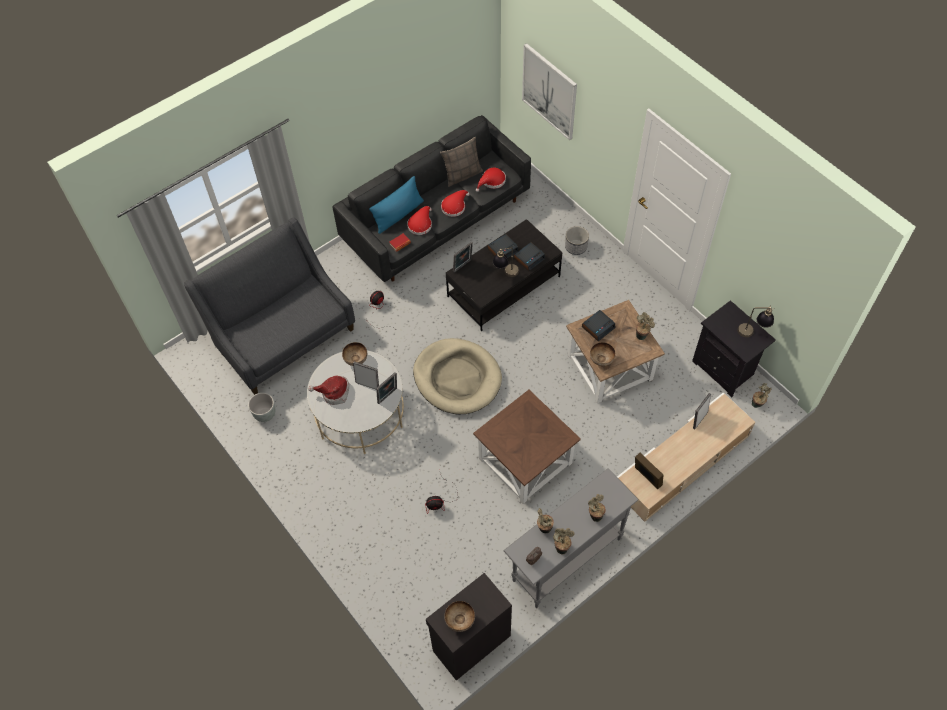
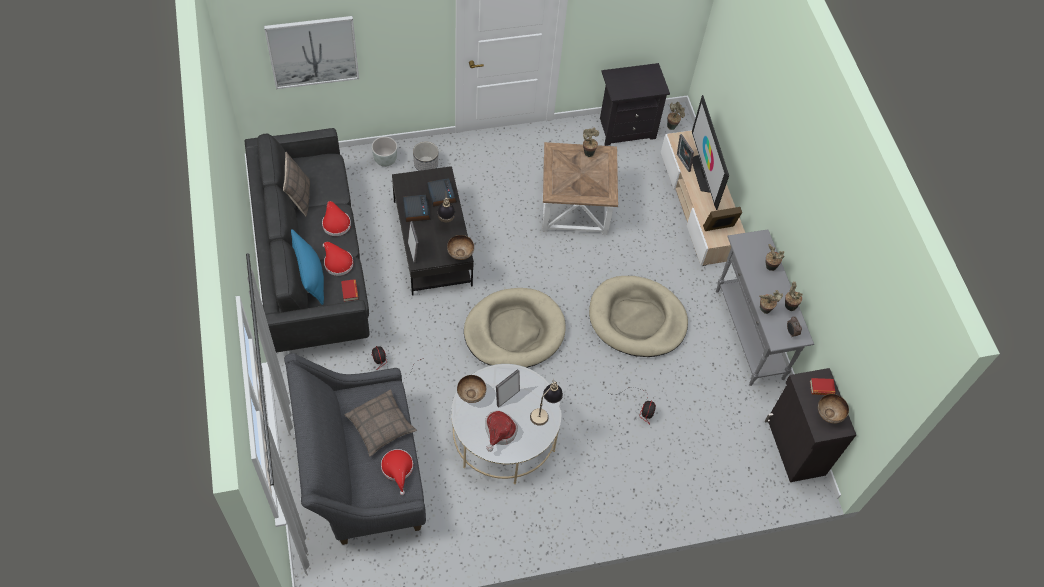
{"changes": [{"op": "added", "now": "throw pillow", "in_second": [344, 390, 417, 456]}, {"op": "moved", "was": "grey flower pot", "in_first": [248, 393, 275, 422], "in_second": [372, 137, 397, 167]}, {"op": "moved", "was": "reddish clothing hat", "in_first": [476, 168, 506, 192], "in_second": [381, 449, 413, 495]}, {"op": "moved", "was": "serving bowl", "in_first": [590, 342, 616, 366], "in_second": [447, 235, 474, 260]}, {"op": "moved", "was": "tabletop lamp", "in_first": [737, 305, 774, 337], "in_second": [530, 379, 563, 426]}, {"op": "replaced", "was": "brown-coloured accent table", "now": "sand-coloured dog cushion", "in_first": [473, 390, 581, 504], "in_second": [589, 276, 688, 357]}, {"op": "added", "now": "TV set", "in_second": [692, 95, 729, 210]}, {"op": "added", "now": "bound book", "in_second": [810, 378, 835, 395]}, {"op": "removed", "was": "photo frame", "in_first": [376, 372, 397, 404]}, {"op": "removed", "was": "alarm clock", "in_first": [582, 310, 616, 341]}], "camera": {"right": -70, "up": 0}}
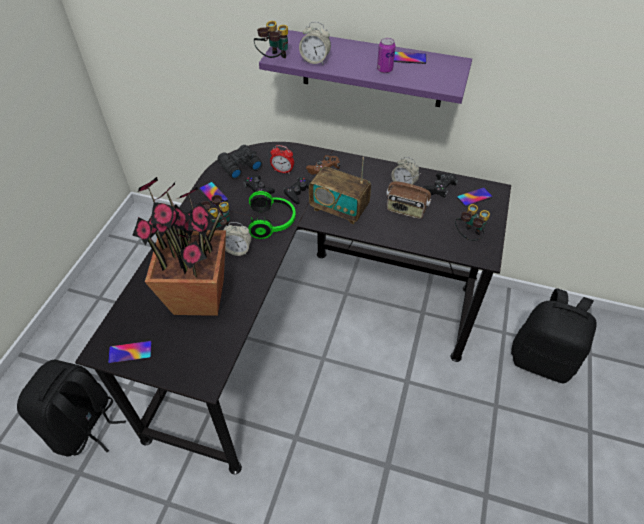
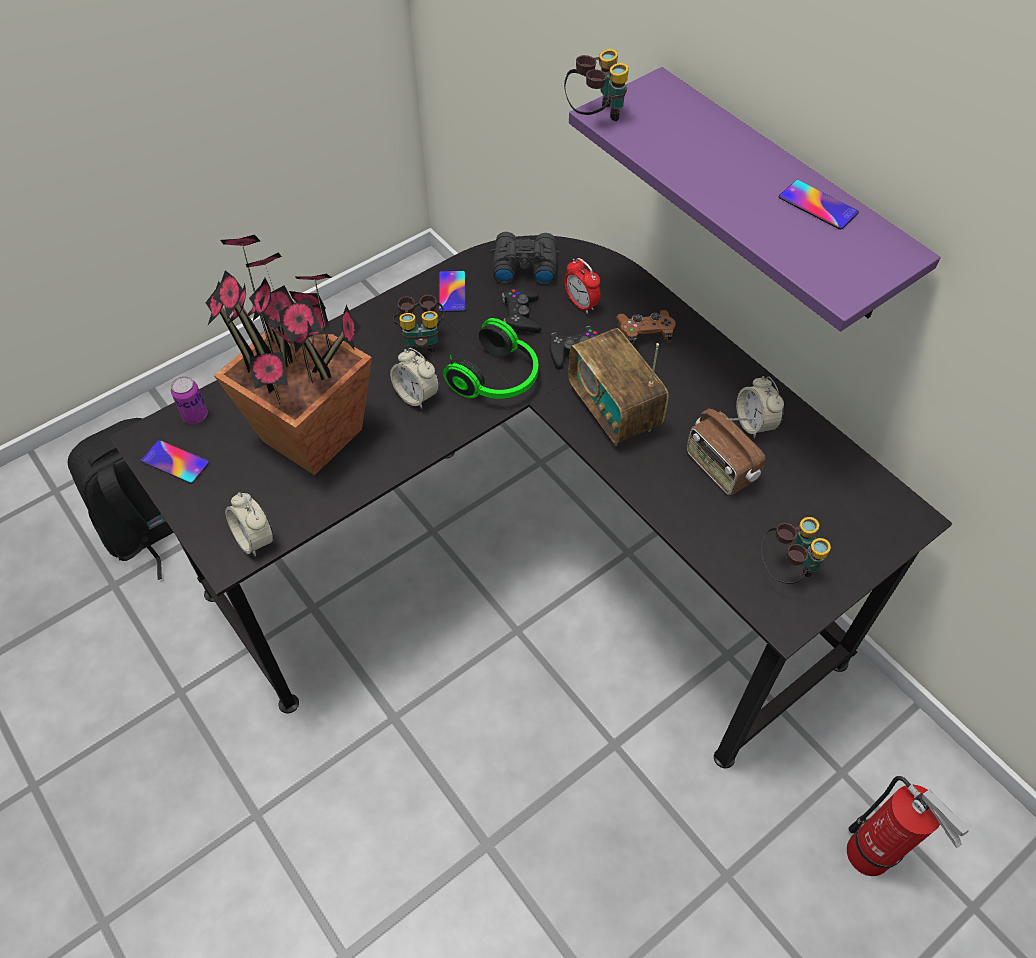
{"changes": [{"op": "moved", "was": "metal can", "in_first": [377, 38, 396, 73], "in_second": [171, 376, 208, 424]}, {"op": "moved", "was": "alarm clock", "in_first": [299, 22, 331, 65], "in_second": [225, 492, 274, 557]}, {"op": "replaced", "was": "black rucksack", "now": "fire-fighting cylinder", "in_first": [511, 288, 597, 383], "in_second": [847, 776, 969, 876]}, {"op": "removed", "was": "black game controller", "in_first": [424, 173, 458, 198]}, {"op": "removed", "was": "phone", "in_first": [457, 187, 493, 207]}], "camera": {"right": 35, "up": 5}}
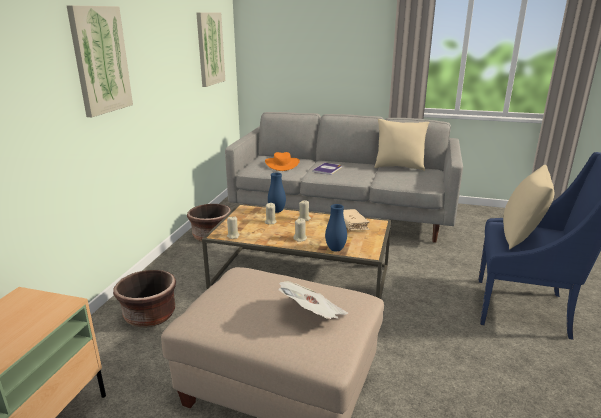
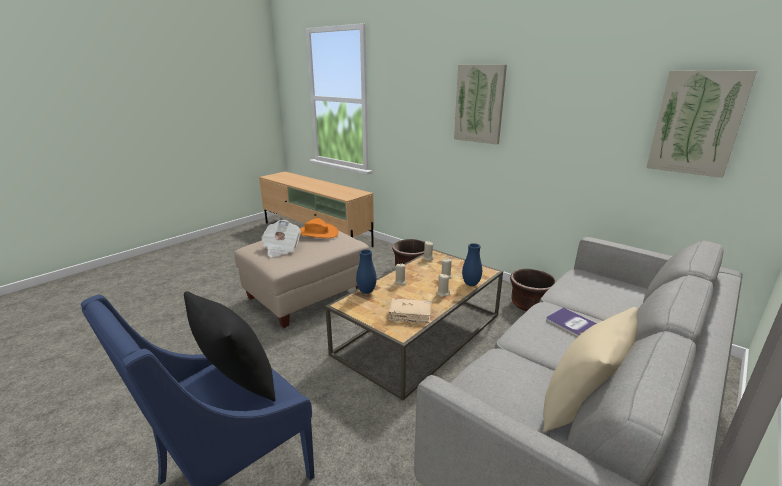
{"changes": [{"op": "recoloured", "was": "sand-coloured throw pillow", "now": "black throw pillow", "in_first": [503, 165, 554, 250], "in_second": [184, 291, 276, 402]}, {"op": "moved", "was": "orange clothing hat", "in_first": [265, 152, 300, 171], "in_second": [300, 218, 339, 238]}], "camera": {"right": 115, "up": 0}}
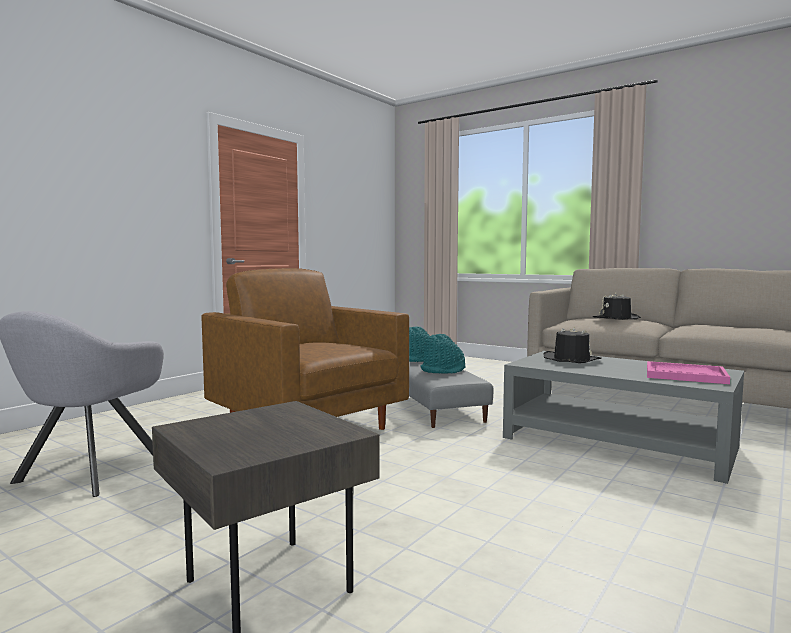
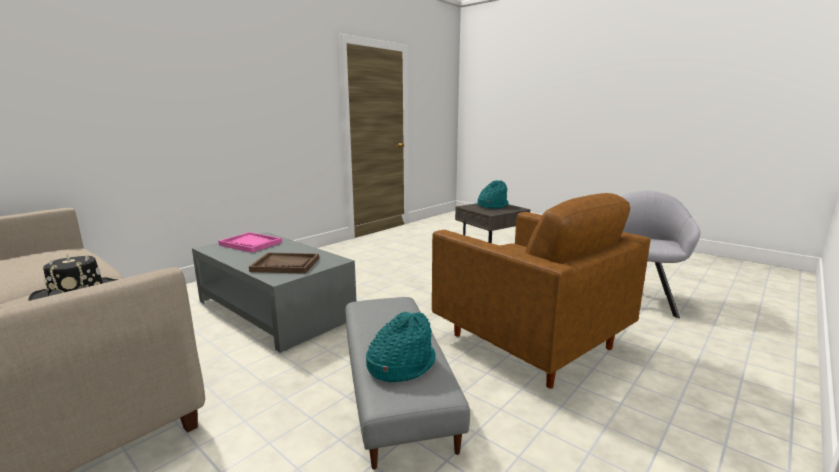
{"changes": [{"op": "replaced", "was": "black clothing hat", "now": "brown-coloured tray", "in_first": [543, 327, 602, 363], "in_second": [249, 252, 319, 274]}, {"op": "moved", "was": "blue-green clothing hat", "in_first": [421, 334, 465, 374], "in_second": [477, 180, 509, 209]}], "camera": {"right": -175, "up": 10}}
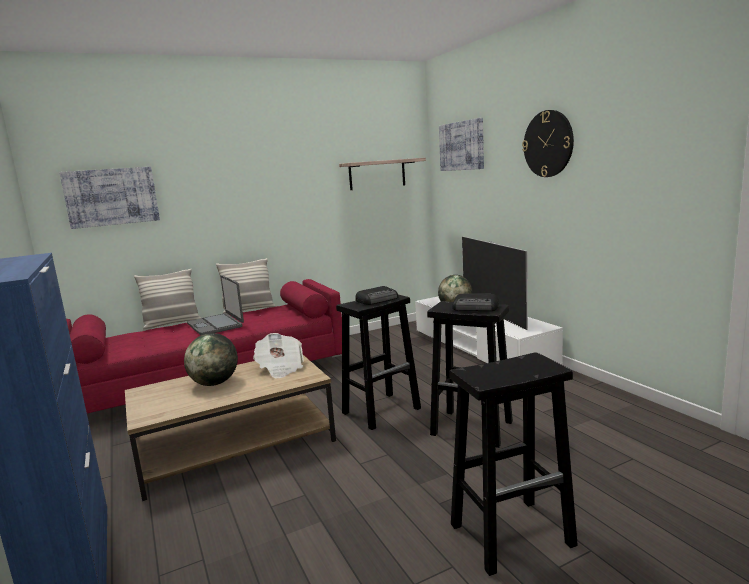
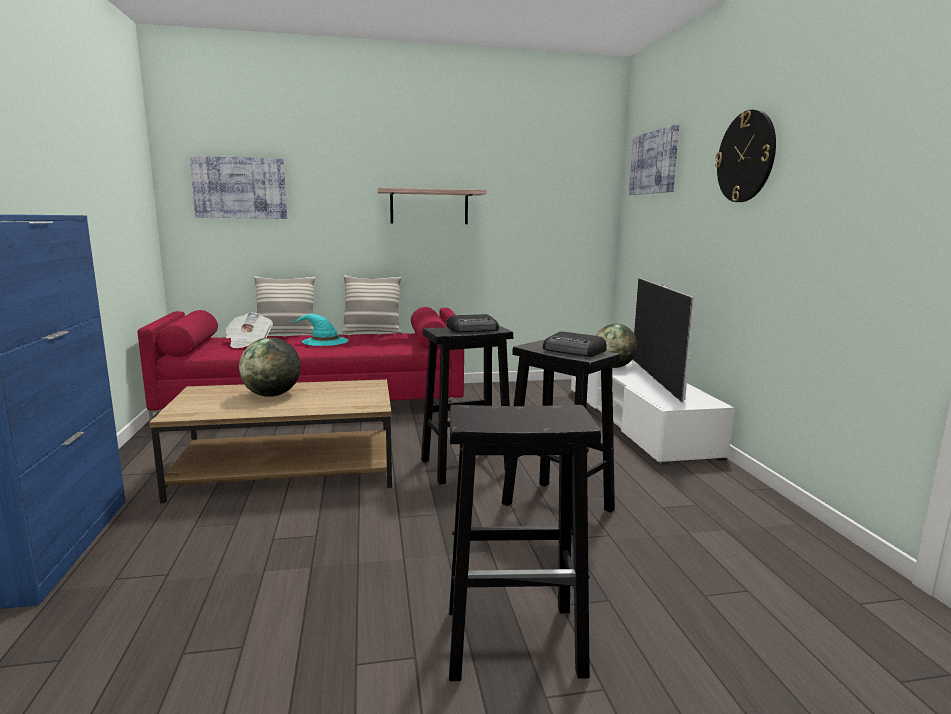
{"changes": [{"op": "moved", "was": "newspaper", "in_first": [253, 333, 304, 379], "in_second": [225, 313, 273, 348]}, {"op": "replaced", "was": "laptop", "now": "blue-green clothing hat", "in_first": [187, 275, 244, 335], "in_second": [290, 314, 348, 346]}, {"op": "moved", "was": "bracket shelf", "in_first": [339, 158, 426, 190], "in_second": [377, 188, 486, 224]}], "camera": {"right": 15, "up": 0}}
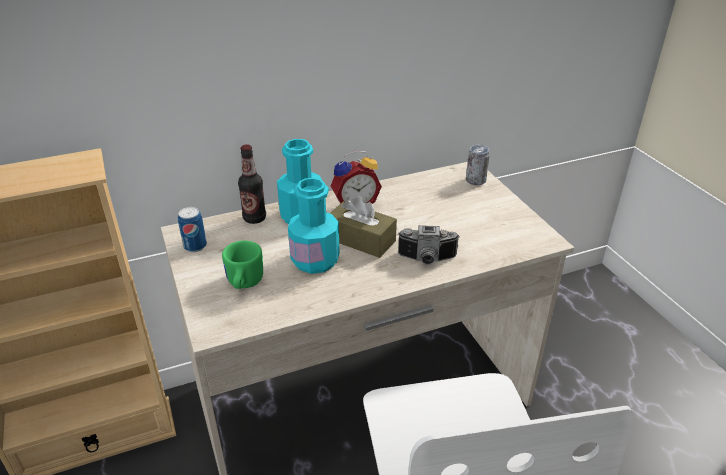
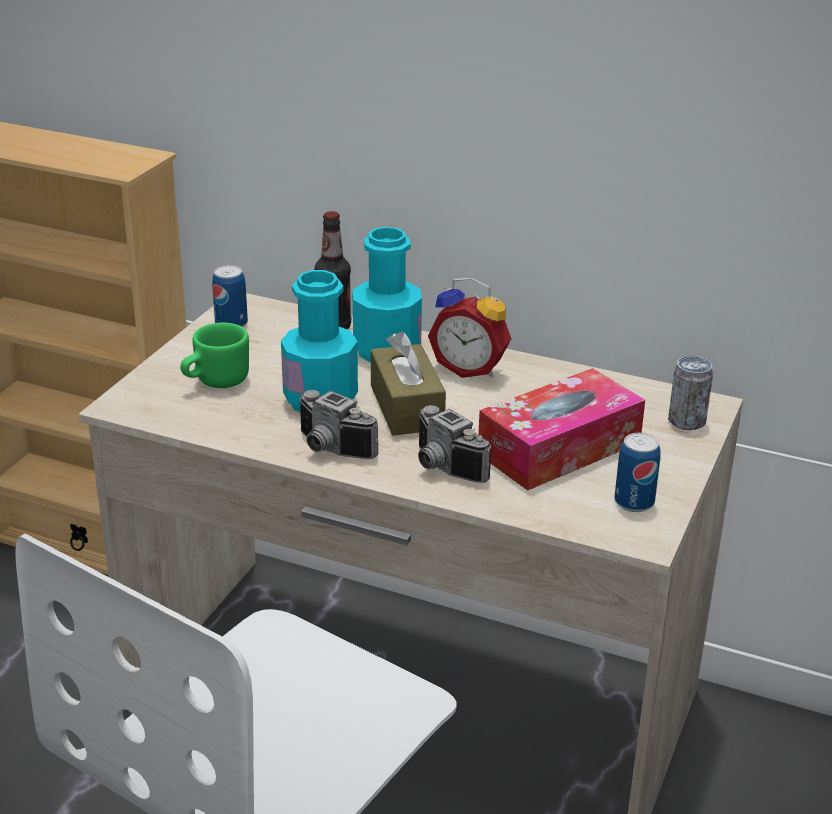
{"changes": [{"op": "added", "now": "still camera", "in_second": [300, 390, 378, 459]}, {"op": "added", "now": "tissue holder", "in_second": [478, 368, 645, 491]}, {"op": "added", "now": "metal can", "in_second": [615, 433, 661, 512]}], "camera": {"right": 45, "up": -5}}
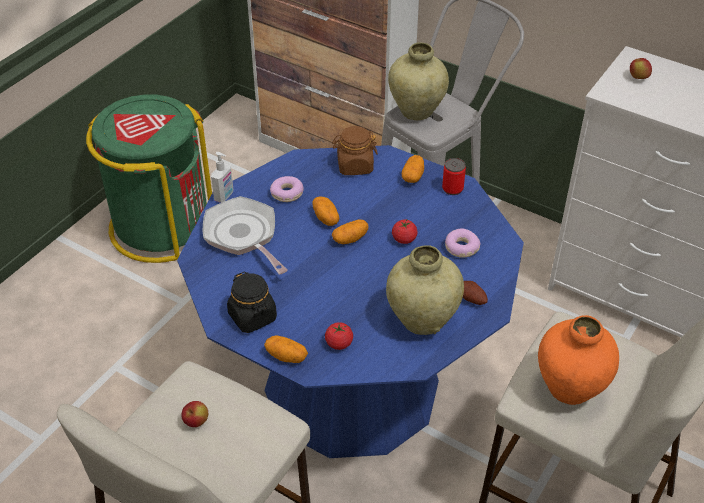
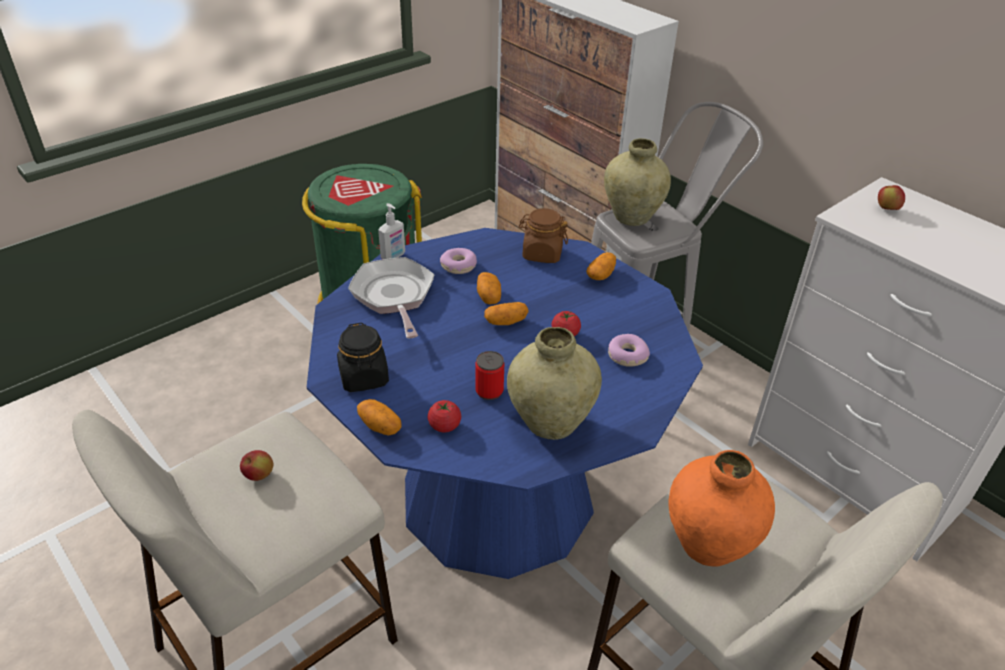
{"changes": [{"op": "moved", "was": "metal can", "in_first": [442, 158, 466, 195], "in_second": [475, 351, 504, 400]}, {"op": "removed", "was": "whole potato", "in_first": [463, 281, 488, 305]}], "camera": {"right": 15, "up": -5}}
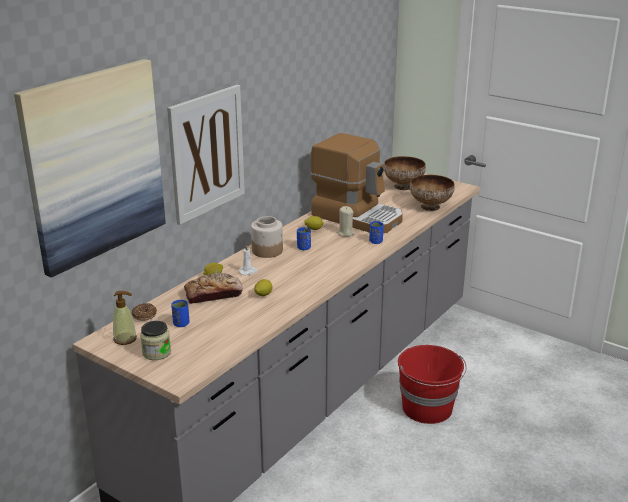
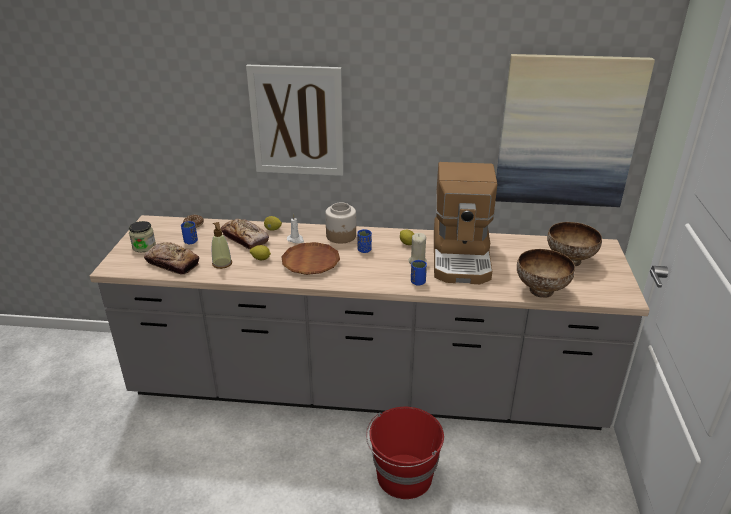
{"changes": [{"op": "added", "now": "baked bread", "in_second": [144, 242, 199, 274]}, {"op": "moved", "was": "soap bottle", "in_first": [113, 291, 137, 345], "in_second": [212, 222, 232, 269]}, {"op": "added", "now": "brown-coloured flat dish", "in_second": [281, 242, 340, 275]}, {"op": "moved", "was": "wall art", "in_first": [14, 59, 166, 277], "in_second": [496, 54, 655, 207]}], "camera": {"right": 60, "up": 5}}
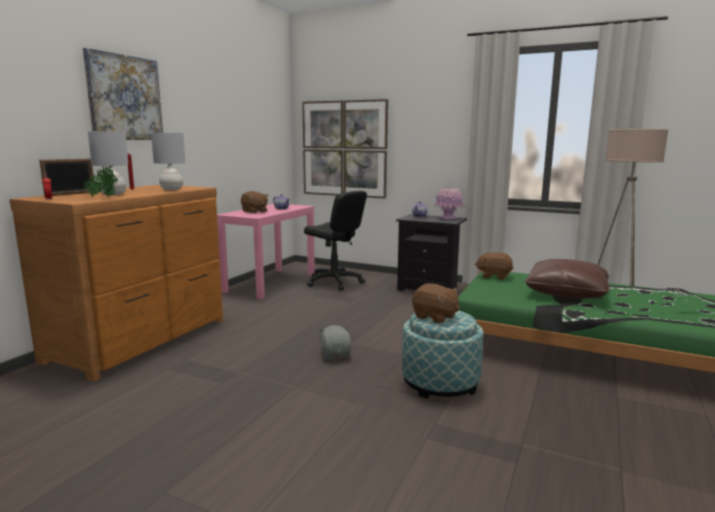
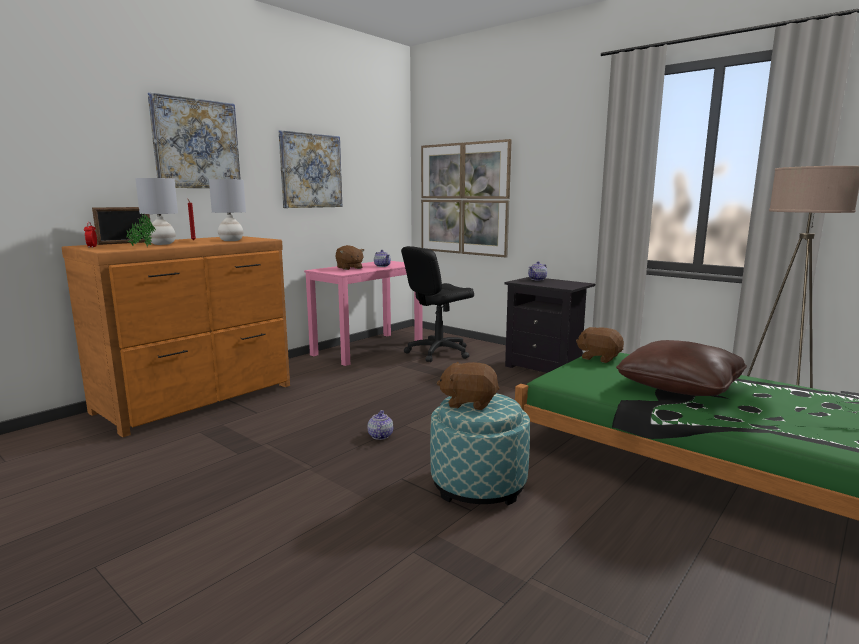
{"changes": [{"op": "added", "now": "wall art", "in_second": [279, 130, 342, 208]}, {"op": "replaced", "was": "grey plush toy", "now": "teapot", "in_first": [317, 325, 352, 360], "in_second": [368, 410, 393, 440]}, {"op": "turned", "was": "black computer chair", "in_first": [304, 191, 367, 291], "in_second": [401, 246, 474, 362], "clockwise": 90}, {"op": "turned", "was": "brown-coloured plush toy", "in_first": [412, 283, 460, 324], "in_second": [437, 362, 499, 410], "clockwise": 135}, {"op": "removed", "was": "pink-coloured flower vase", "in_first": [433, 187, 465, 219]}], "camera": {"right": 15, "up": 0}}
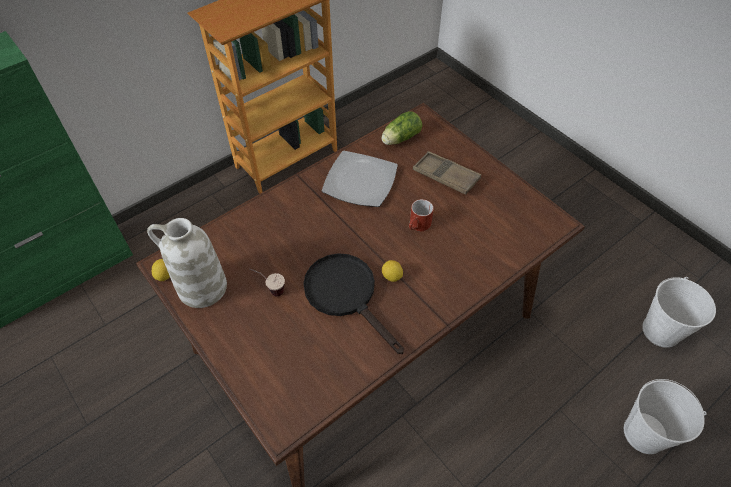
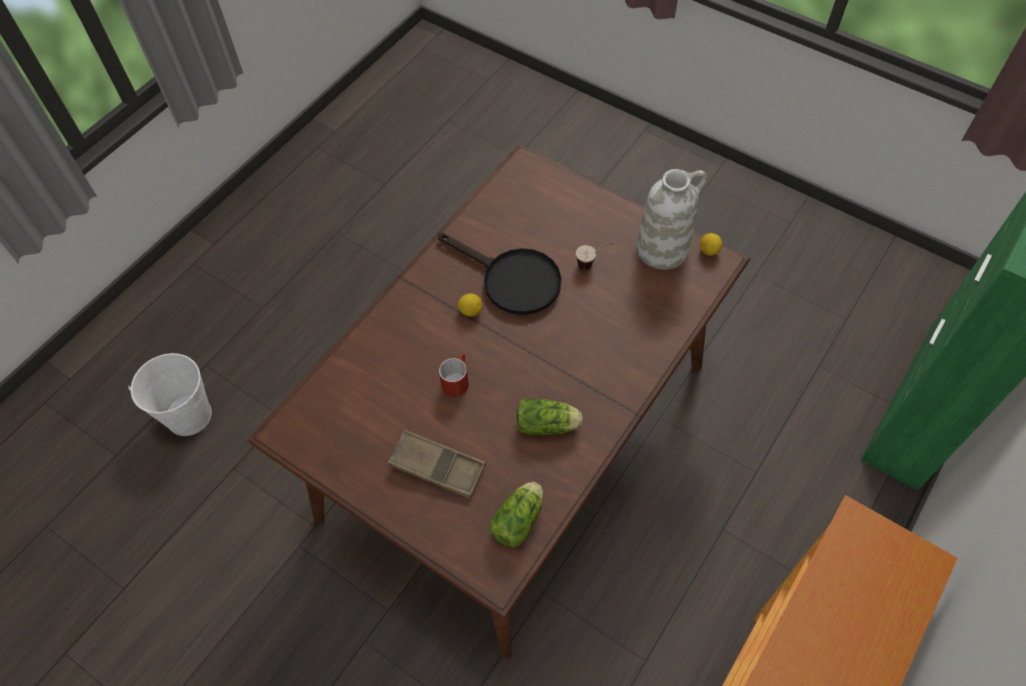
{"changes": [{"op": "replaced", "was": "flat dish", "now": "lettuce head", "in_first": [322, 151, 398, 207], "in_second": [516, 398, 583, 435]}, {"op": "removed", "was": "white-coloured bucket", "in_first": [642, 277, 716, 348]}], "camera": {"right": 165, "up": 5}}
